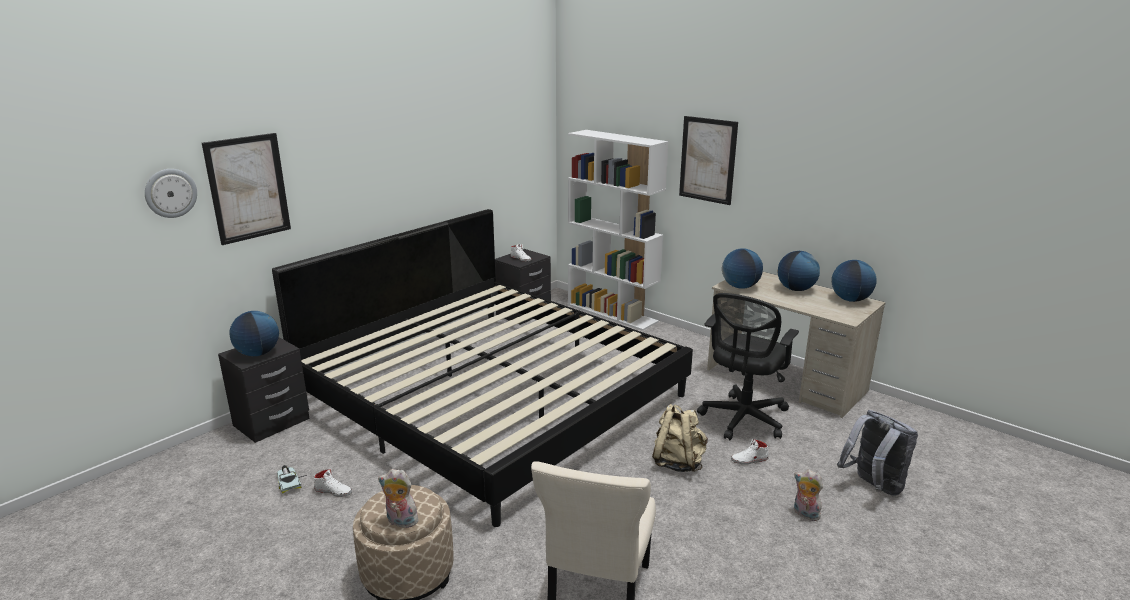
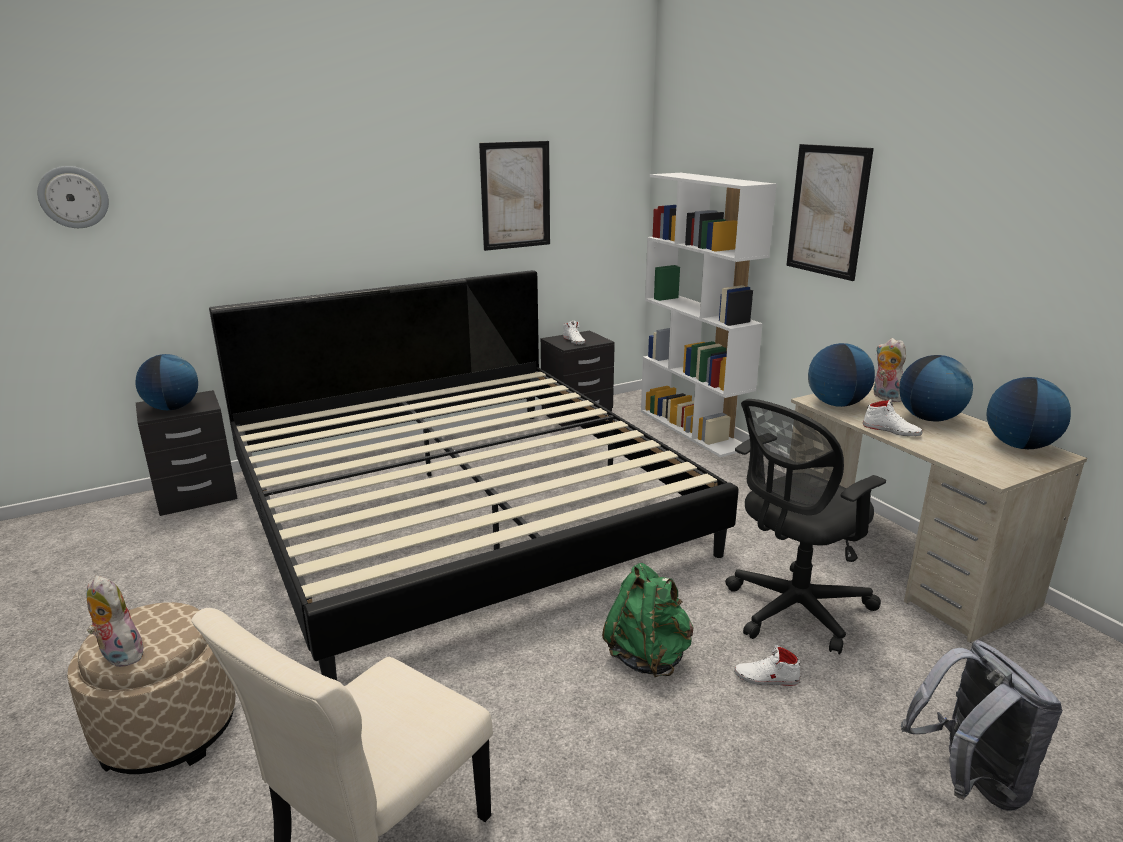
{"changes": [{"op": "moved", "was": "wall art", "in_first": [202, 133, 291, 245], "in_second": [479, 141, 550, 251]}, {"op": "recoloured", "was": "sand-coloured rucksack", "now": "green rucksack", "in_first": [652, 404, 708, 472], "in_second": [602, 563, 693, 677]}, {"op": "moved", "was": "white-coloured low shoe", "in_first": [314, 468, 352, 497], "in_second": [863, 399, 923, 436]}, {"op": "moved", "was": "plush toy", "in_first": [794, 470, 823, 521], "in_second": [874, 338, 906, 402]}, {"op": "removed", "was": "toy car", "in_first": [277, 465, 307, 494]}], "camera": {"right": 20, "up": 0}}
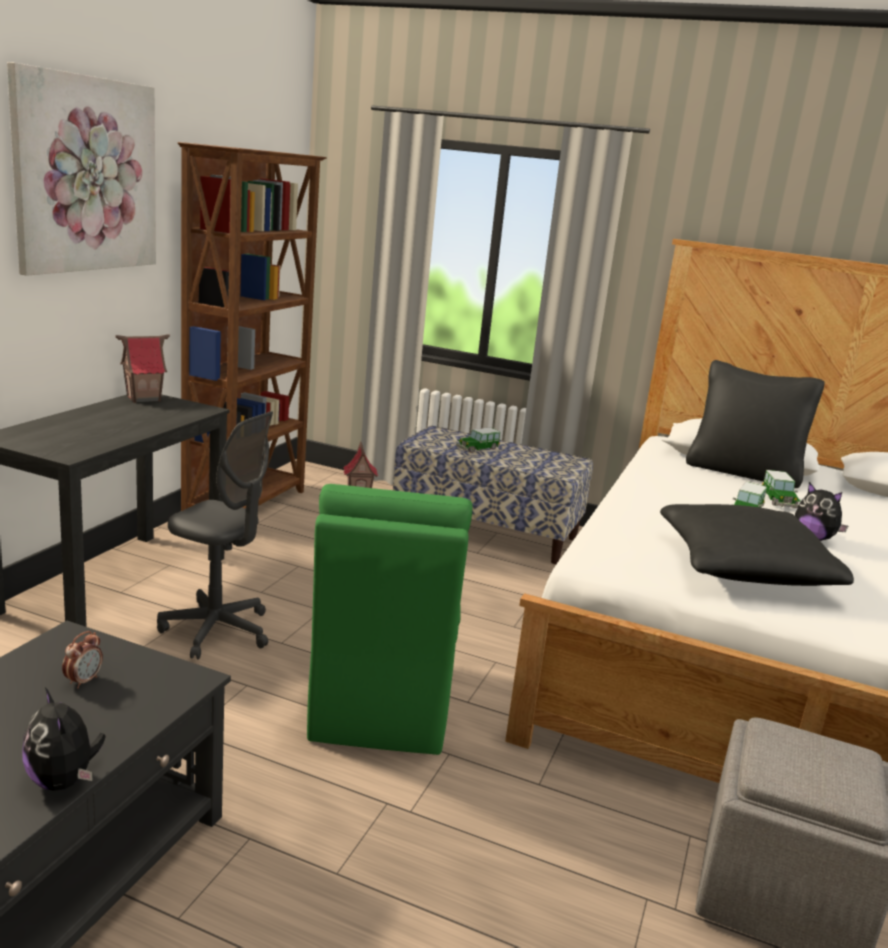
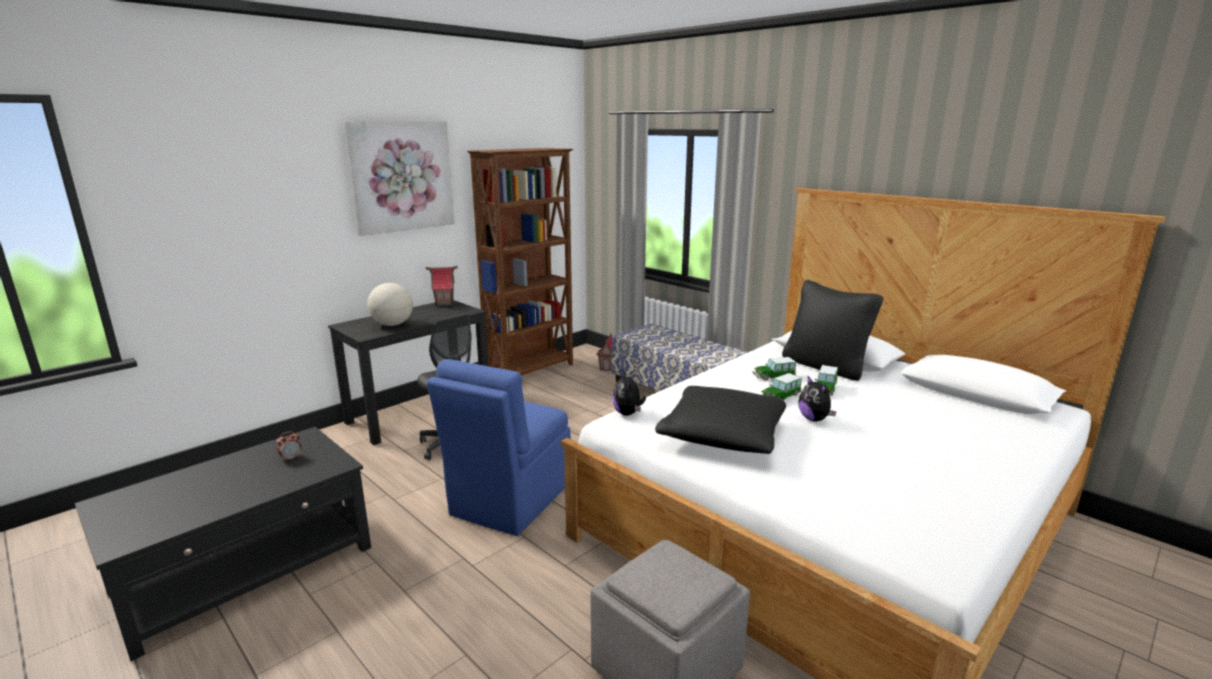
{"changes": [{"op": "added", "now": "world globe", "in_second": [367, 283, 413, 326]}, {"op": "recoloured", "was": "green chair", "now": "blue chair", "in_first": [307, 484, 472, 755], "in_second": [427, 359, 571, 536]}, {"op": "moved", "was": "plush toy", "in_first": [22, 688, 105, 791], "in_second": [612, 371, 646, 416]}, {"op": "moved", "was": "toy car", "in_first": [456, 427, 500, 453], "in_second": [753, 357, 796, 381]}], "camera": {"right": 25, "up": 0}}
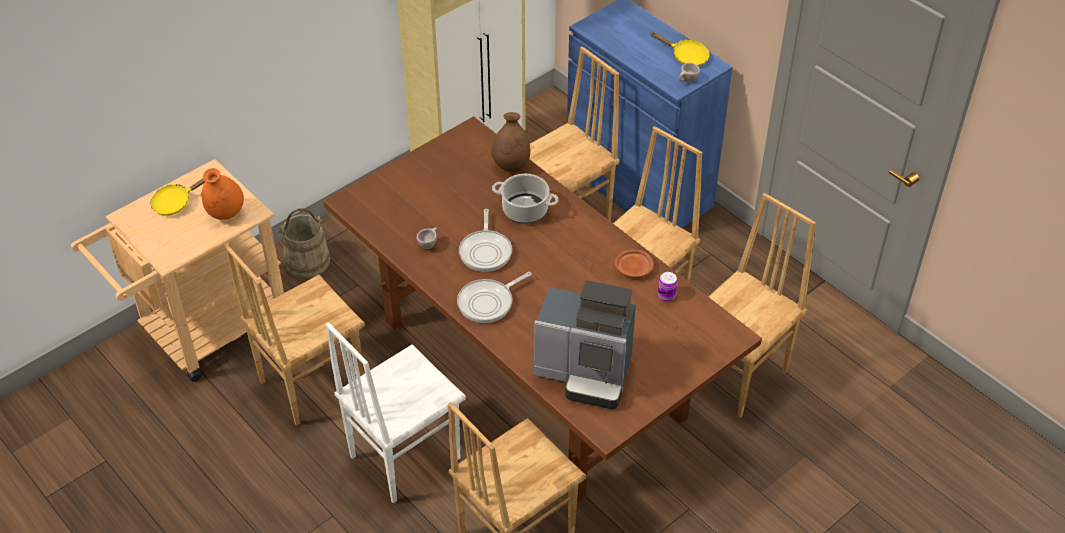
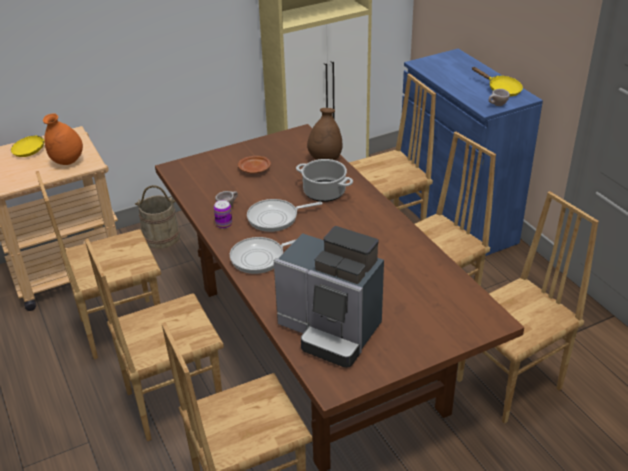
{"changes": [{"op": "recoloured", "was": "white-coloured chair", "now": "brown-coloured chair", "in_first": [326, 322, 466, 503], "in_second": [85, 238, 224, 441]}, {"op": "moved", "was": "metal can", "in_first": [658, 272, 678, 301], "in_second": [214, 200, 232, 229]}, {"op": "moved", "was": "brown-coloured flat dish", "in_first": [614, 249, 653, 277], "in_second": [238, 156, 271, 174]}, {"op": "turned", "was": "frying pan", "in_first": [459, 209, 512, 272], "in_second": [247, 199, 322, 232], "clockwise": 60}], "camera": {"right": 15, "up": -10}}
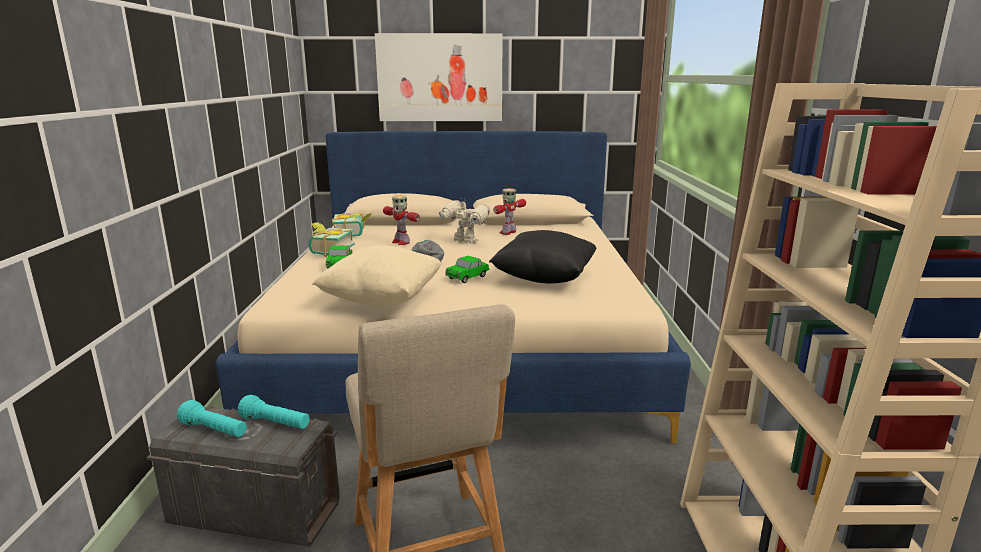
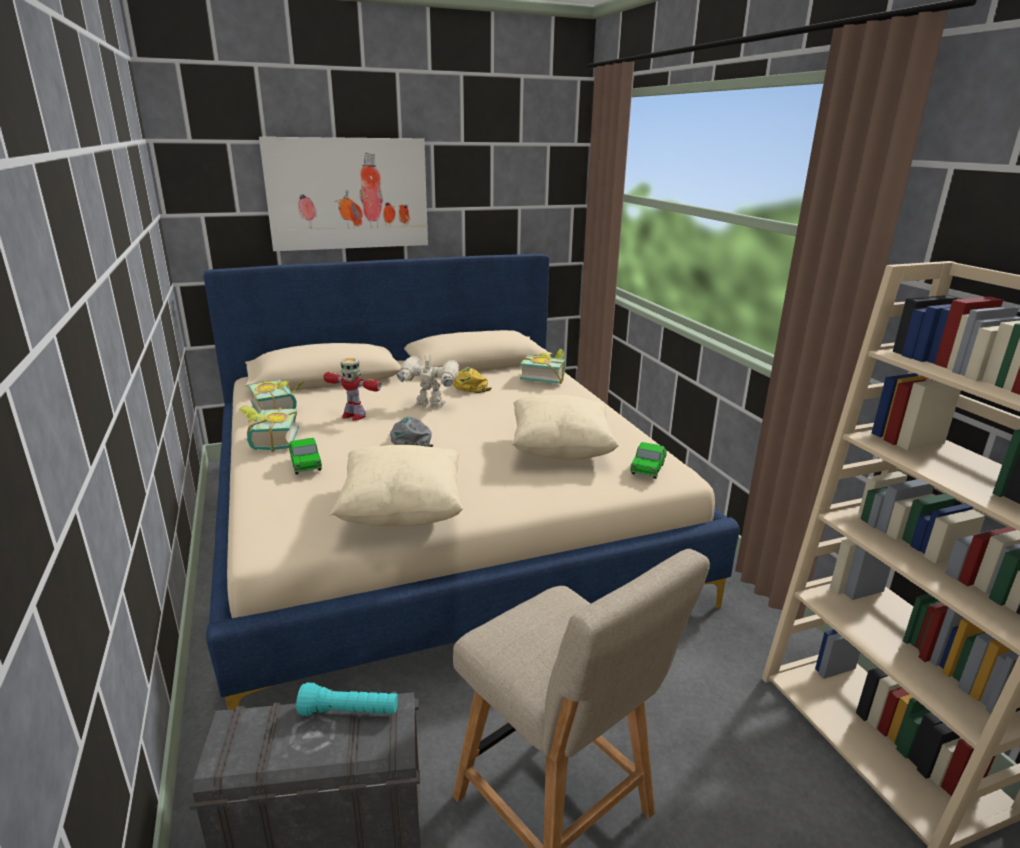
{"changes": [{"op": "replaced", "was": "robot figure", "now": "yellow-coloured baseball cap", "in_first": [493, 188, 526, 235], "in_second": [452, 367, 491, 393]}, {"op": "recoloured", "was": "black throw pillow", "now": "sand-coloured throw pillow", "in_first": [489, 230, 597, 284], "in_second": [511, 395, 619, 460]}, {"op": "added", "now": "bound book", "in_second": [520, 349, 566, 384]}, {"op": "moved", "was": "toy car", "in_first": [445, 256, 489, 283], "in_second": [630, 442, 667, 479]}, {"op": "removed", "was": "blue-green flashlight", "in_first": [177, 400, 247, 437]}], "camera": {"right": -20, "up": 5}}
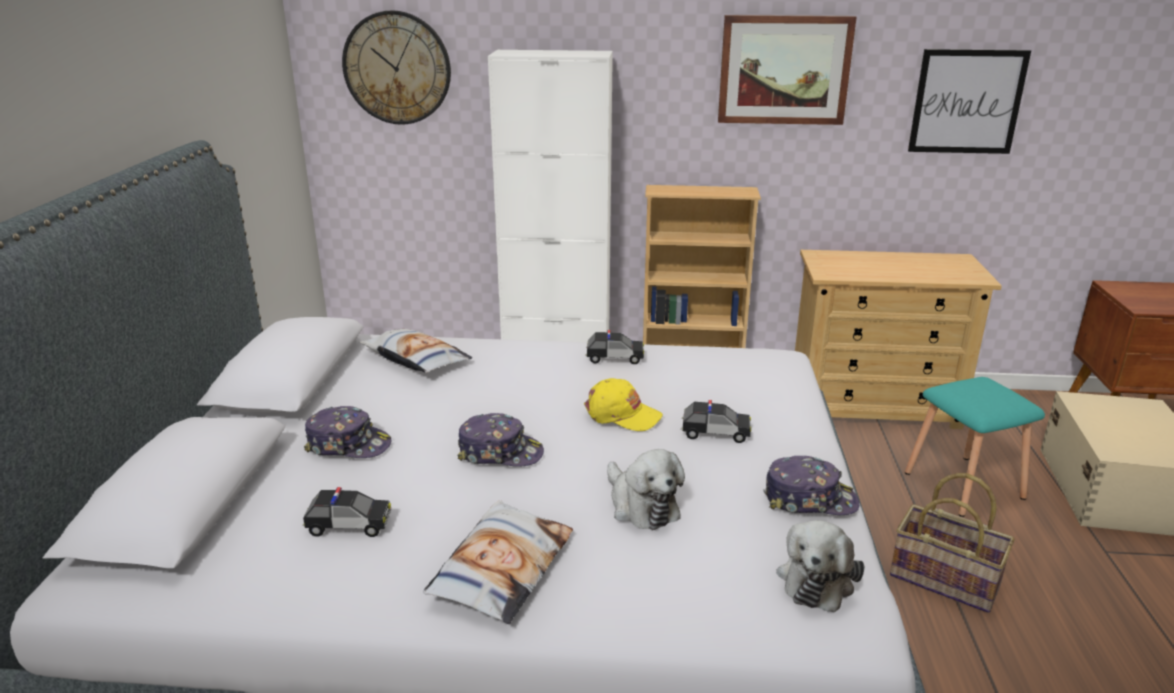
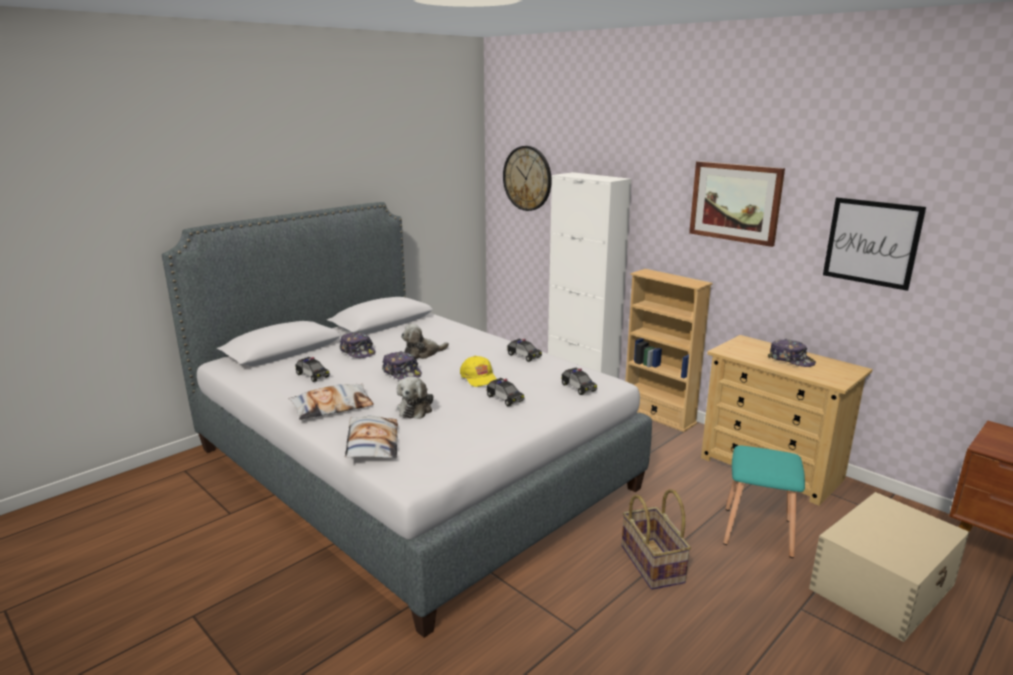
{"changes": [{"op": "moved", "was": "throw pillow", "in_first": [360, 329, 472, 373], "in_second": [345, 415, 398, 458]}, {"op": "moved", "was": "plush toy", "in_first": [776, 520, 864, 613], "in_second": [401, 324, 449, 359]}, {"op": "added", "now": "toy car", "in_second": [561, 368, 597, 395]}, {"op": "moved", "was": "baseball cap", "in_first": [763, 456, 859, 515], "in_second": [768, 339, 816, 367]}], "camera": {"right": 40, "up": -5}}
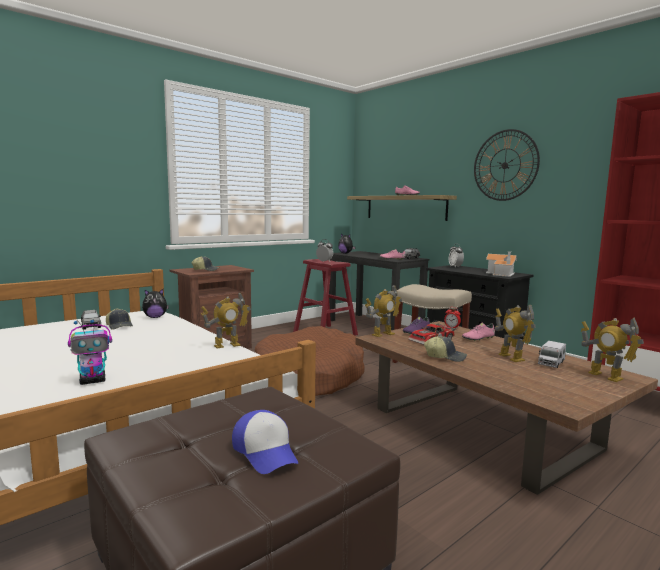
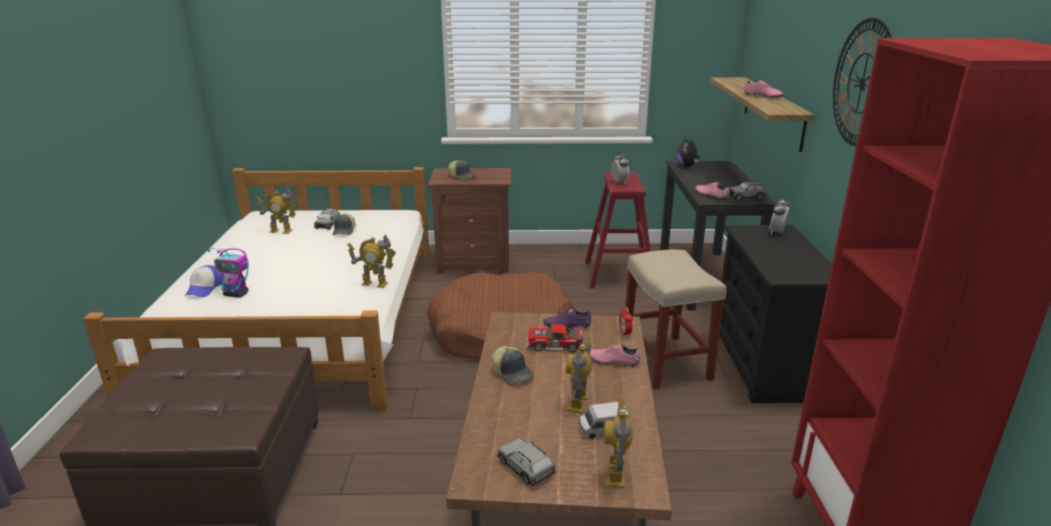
{"changes": [{"op": "moved", "was": "baseball cap", "in_first": [232, 410, 298, 474], "in_second": [185, 265, 224, 297]}, {"op": "moved", "was": "robot figure", "in_first": [365, 285, 402, 337], "in_second": [256, 188, 297, 234]}, {"op": "added", "now": "grey toy car", "in_second": [497, 438, 556, 486]}, {"op": "removed", "was": "plush toy", "in_first": [142, 289, 169, 318]}, {"op": "removed", "was": "miniature house", "in_first": [486, 251, 517, 277]}], "camera": {"right": 40, "up": 15}}
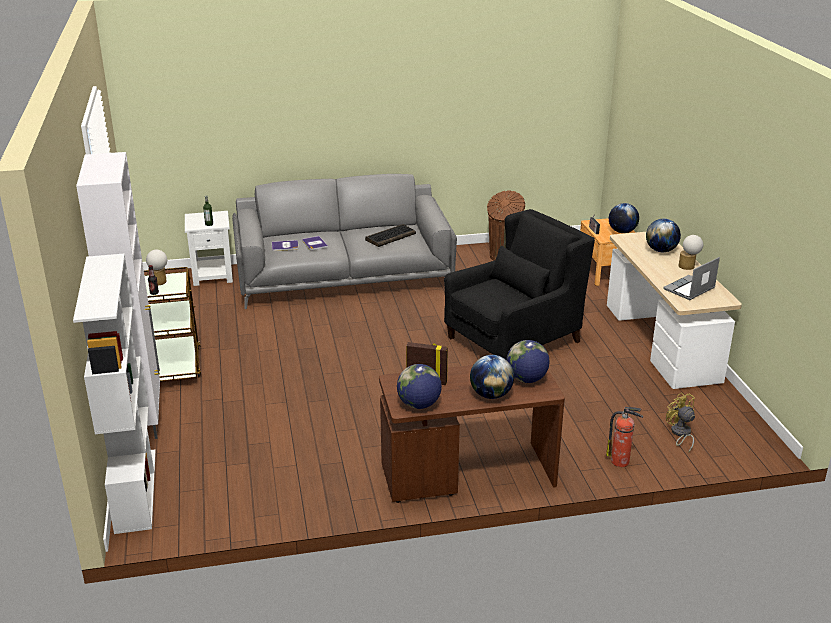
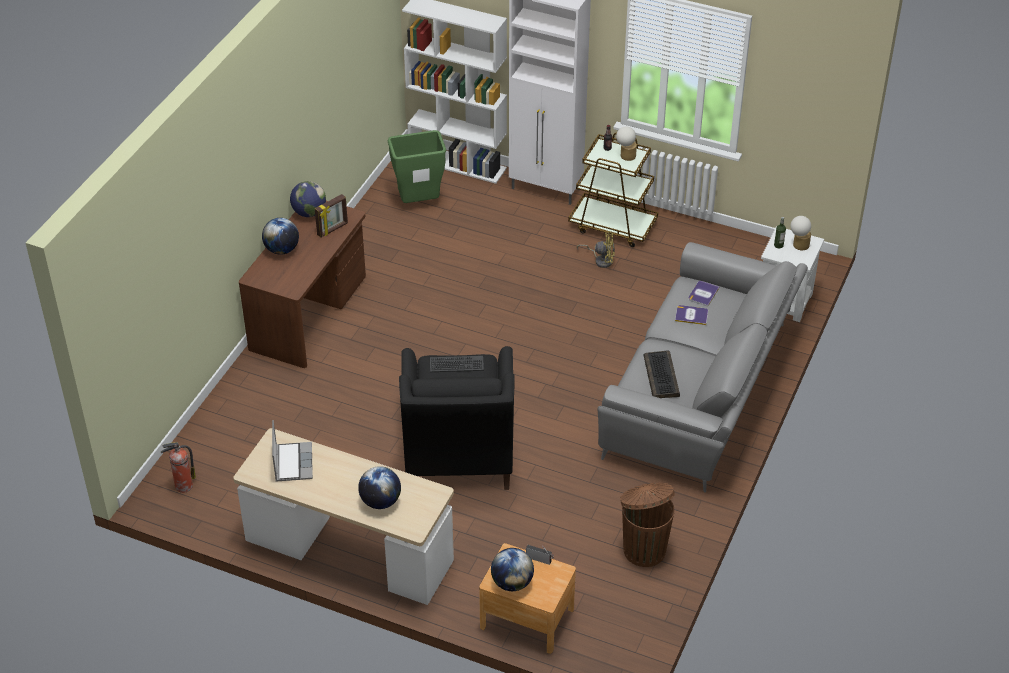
{"changes": [{"op": "moved", "was": "fire-fighting cylinder", "in_first": [606, 407, 643, 467], "in_second": [161, 442, 196, 493]}, {"op": "added", "now": "green trash can", "in_second": [388, 130, 446, 203]}, {"op": "added", "now": "computer keyboard", "in_second": [430, 356, 484, 372]}, {"op": "moved", "was": "yellow-coloured cooling fan", "in_first": [666, 393, 695, 453], "in_second": [577, 231, 615, 268]}, {"op": "moved", "was": "tabletop lamp", "in_first": [679, 235, 703, 270], "in_second": [790, 216, 811, 250]}, {"op": "removed", "was": "world globe", "in_first": [506, 340, 550, 383]}], "camera": {"right": 125, "up": 15}}
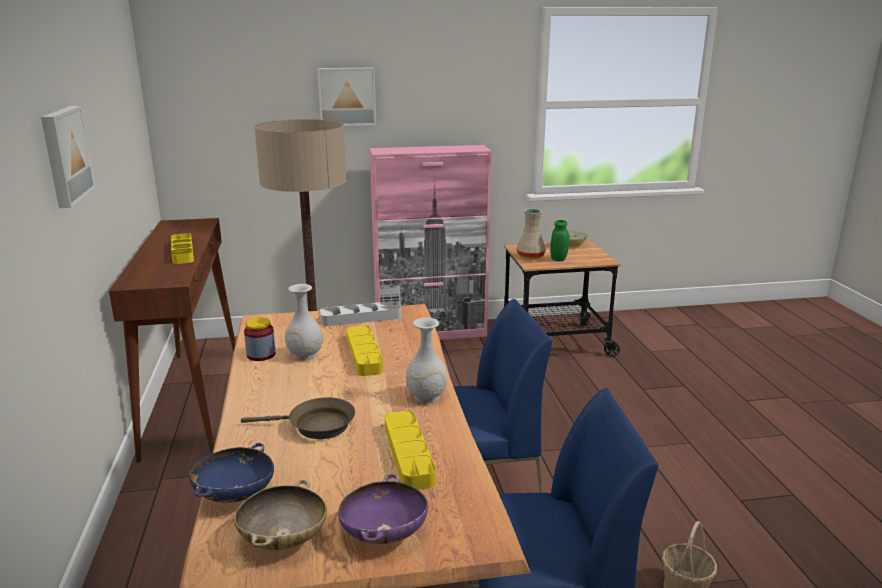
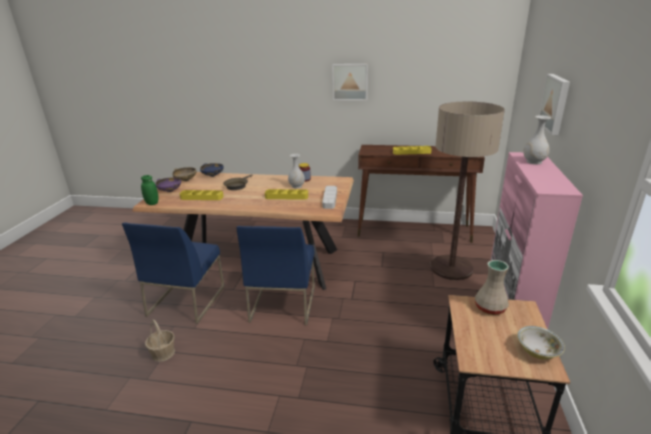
{"changes": [{"op": "moved", "was": "green storage jar", "in_first": [550, 220, 569, 262], "in_second": [141, 175, 159, 205]}, {"op": "moved", "was": "white-coloured flower vase", "in_first": [406, 318, 447, 403], "in_second": [523, 115, 551, 164]}], "camera": {"right": 110, "up": 5}}
